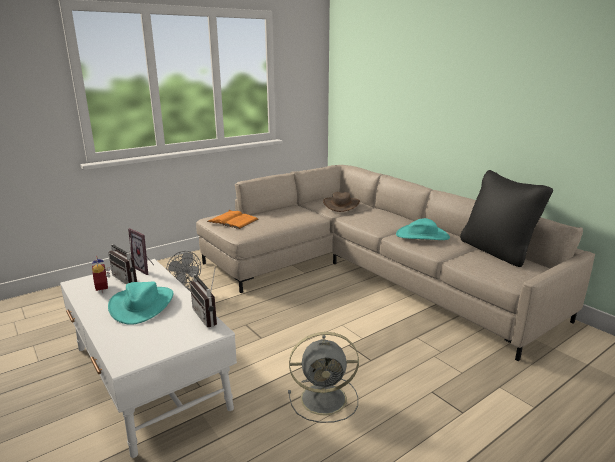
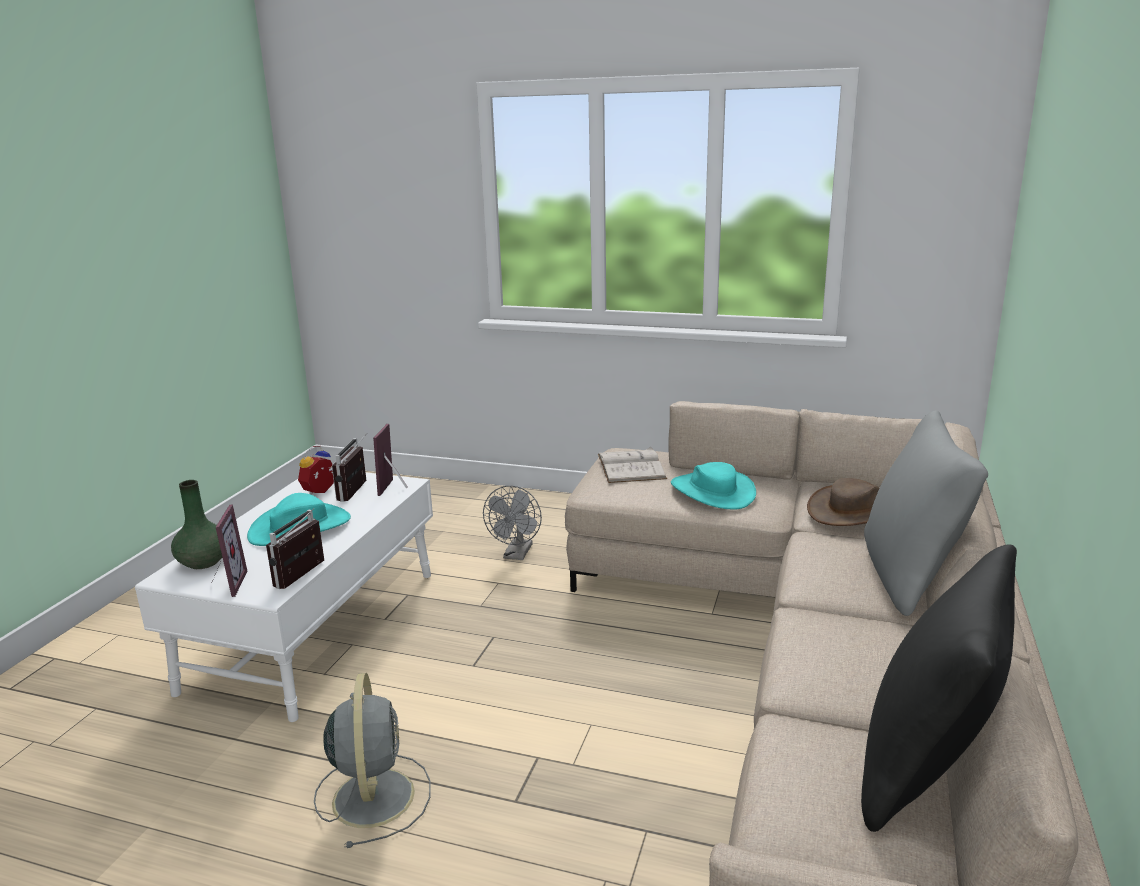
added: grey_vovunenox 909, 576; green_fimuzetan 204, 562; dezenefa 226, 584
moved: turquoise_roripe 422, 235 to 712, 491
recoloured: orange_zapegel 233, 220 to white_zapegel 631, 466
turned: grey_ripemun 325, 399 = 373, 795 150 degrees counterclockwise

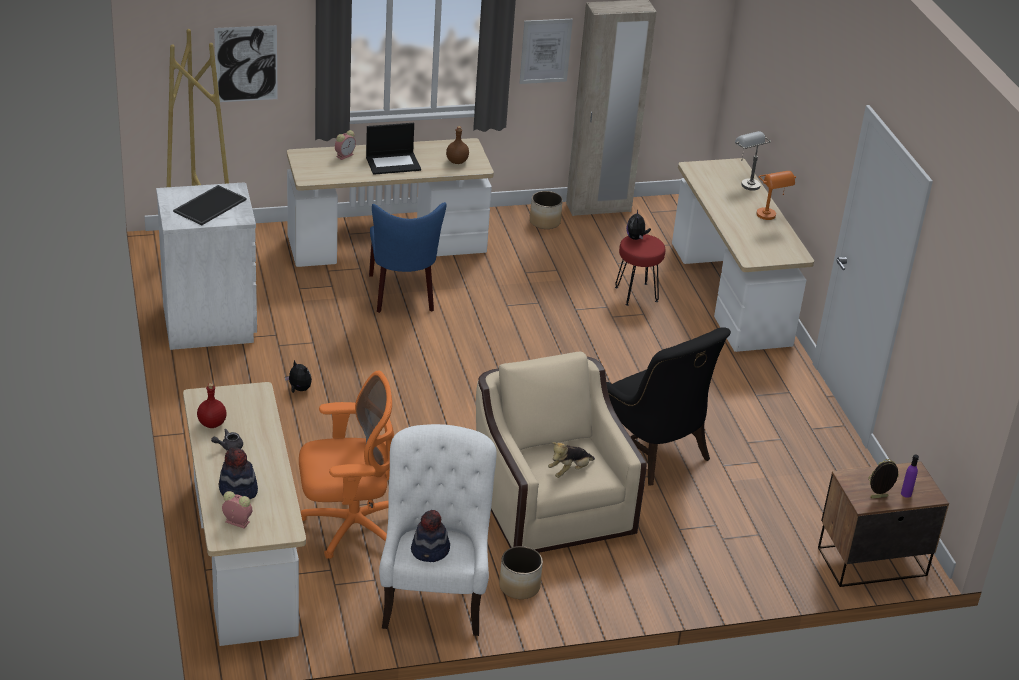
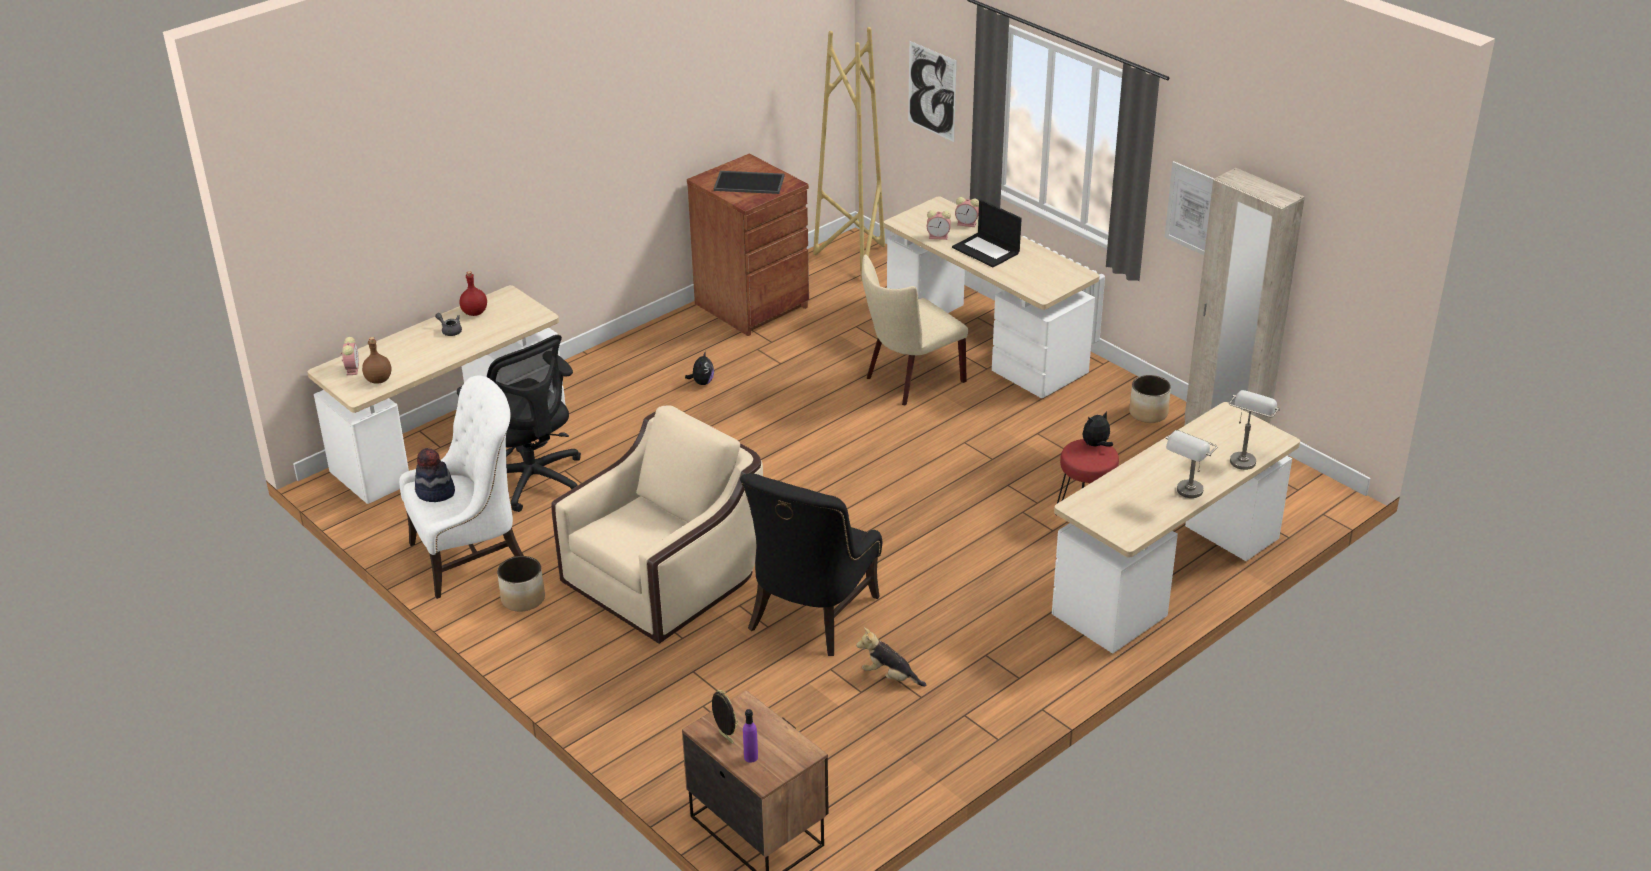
removed: roripe 238, 490
added: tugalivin 939, 236
moved: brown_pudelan 457, 161 to 379, 380; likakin 569, 471 to 889, 676
recoloured: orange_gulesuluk 770, 218 to grey_gulesuluk 1186, 495; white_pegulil 208, 323 to brown_pegulil 752, 305; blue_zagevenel 403, 295 to beige_zagevenel 909, 381; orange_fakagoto 346, 528 to black_fakagoto 528, 477

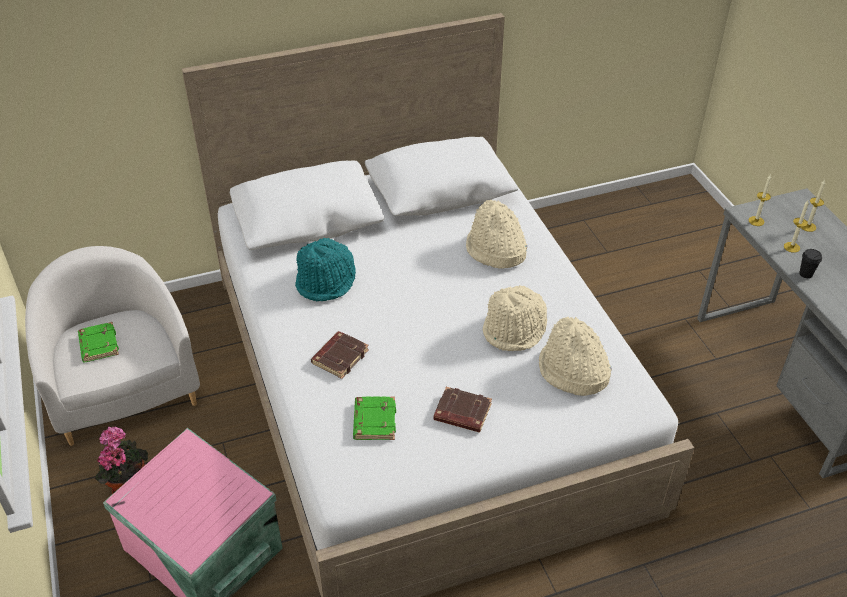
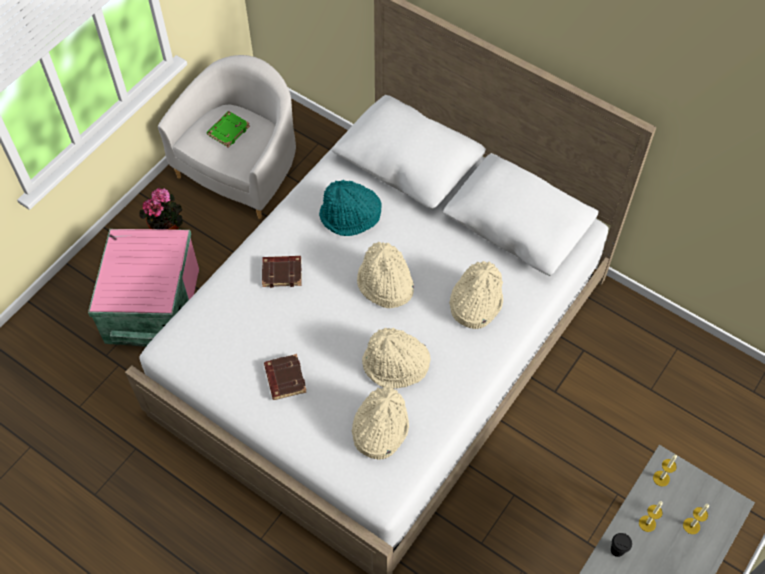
removed: green_zapegel 374, 421
added: beige_roripe 384, 284

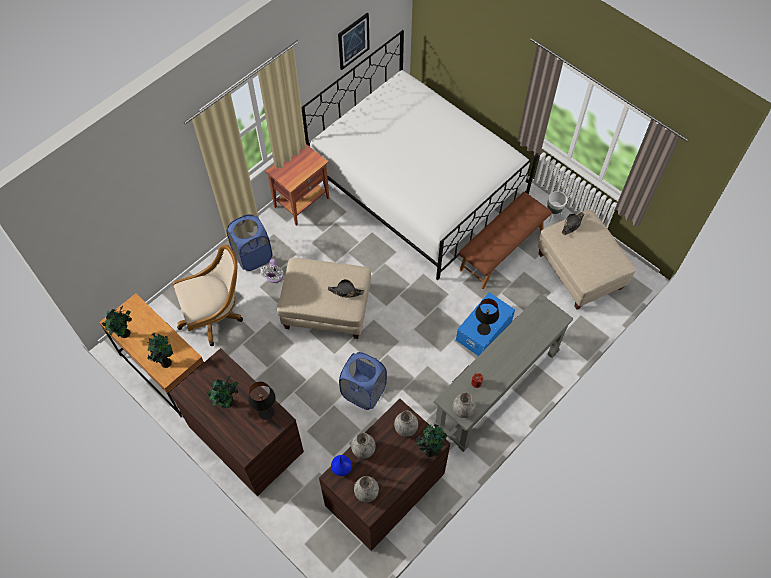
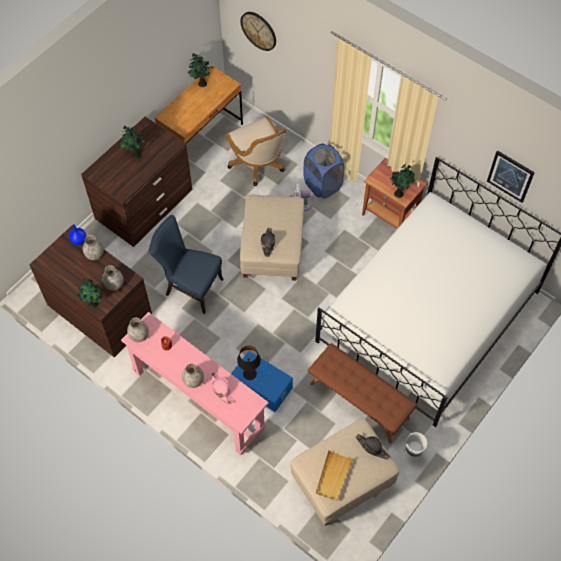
removed: black_gulesuluk 266, 412
added: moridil 259, 30; pink_roripe 221, 389; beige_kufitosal 333, 476
moved: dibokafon 165, 362 to 399, 193; grey_fimuzetan 366, 492 to 193, 380
replaced: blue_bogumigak 363, 392 to blue_zagevenel 190, 287
recoloured: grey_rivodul 496, 389 to pink_rivodul 198, 399

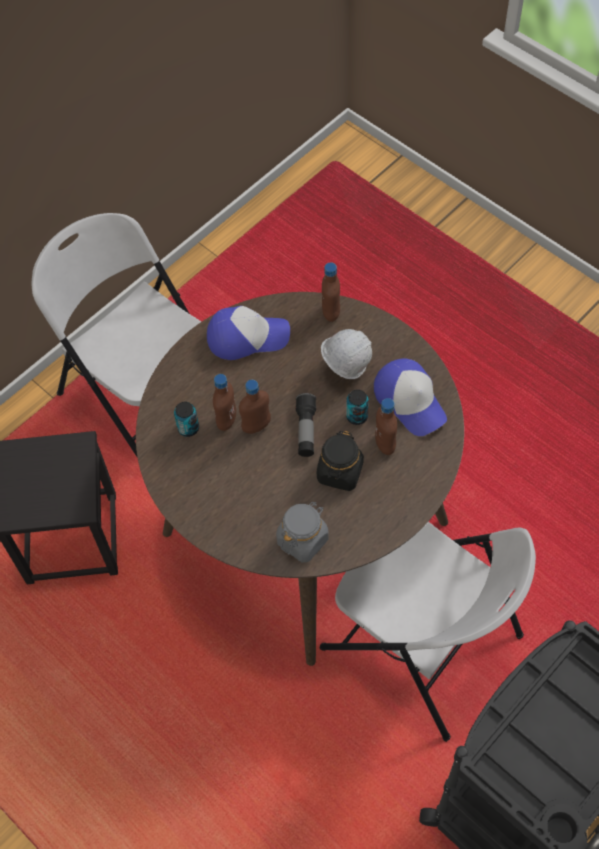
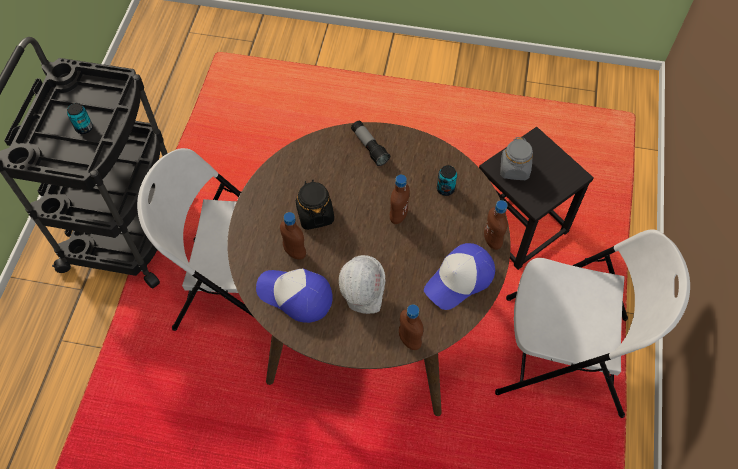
moved: brown_pudelan 226, 420 to 492, 240; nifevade 357, 416 to 84, 128; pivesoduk 306, 430 to 369, 147; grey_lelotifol 303, 540 to 514, 169

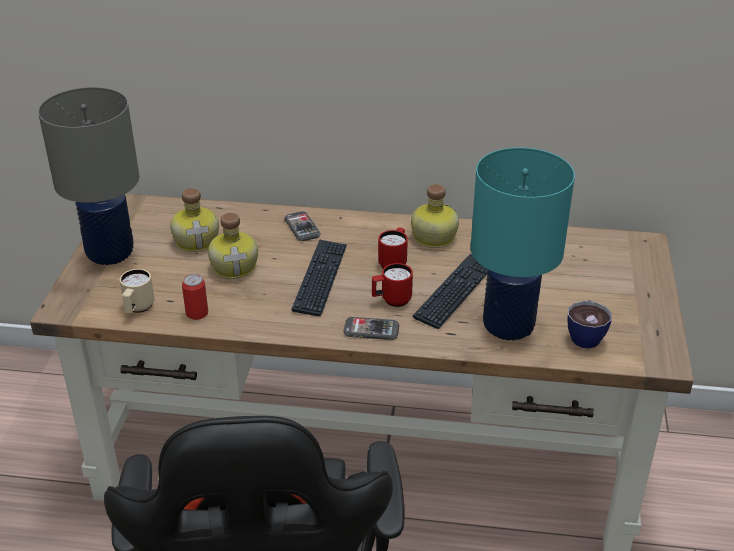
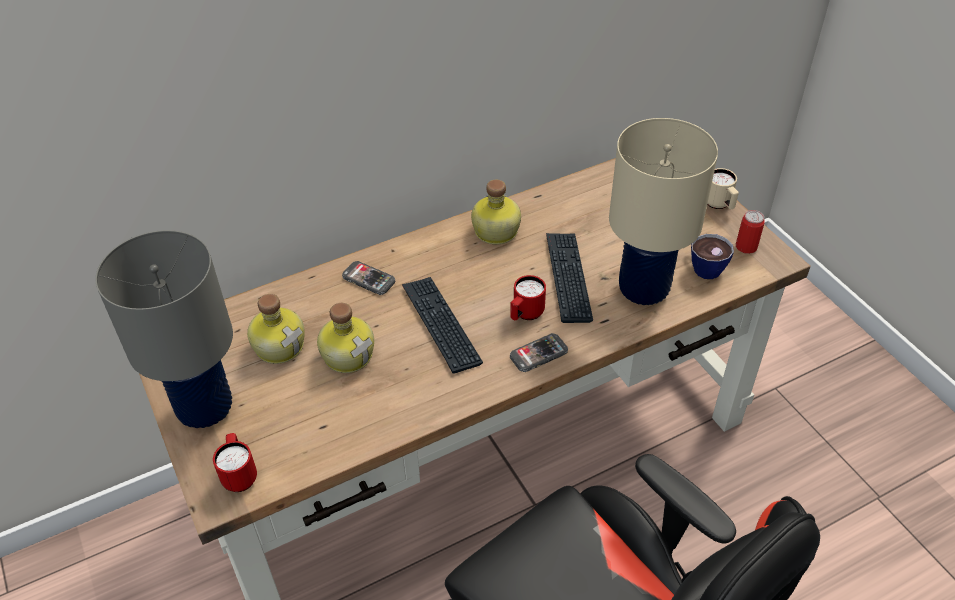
moved: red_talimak 394, 262 to 239, 474; beige_talimak 137, 309 to 719, 205; nifevade 197, 313 to 746, 247
recoloured: turquoise_gulesuluk 507, 329 to beige_gulesuluk 643, 292

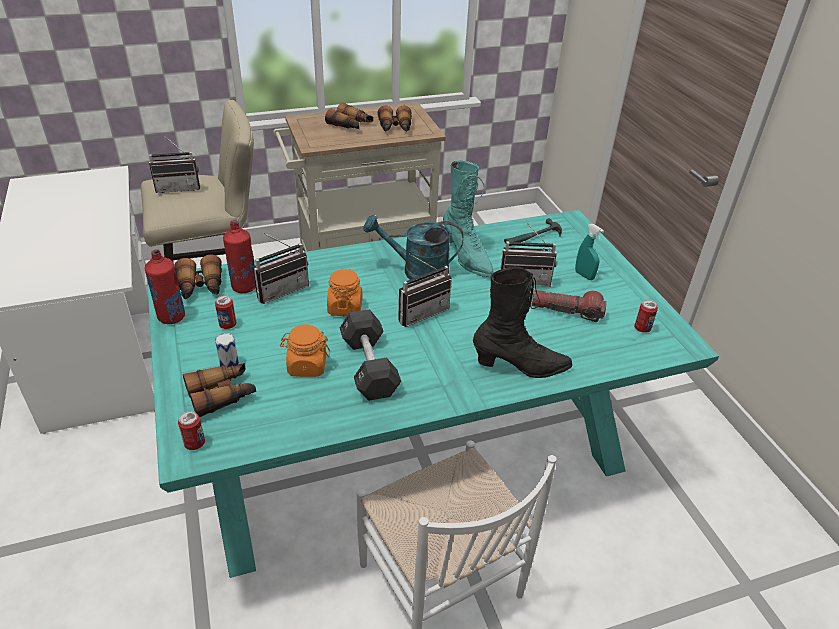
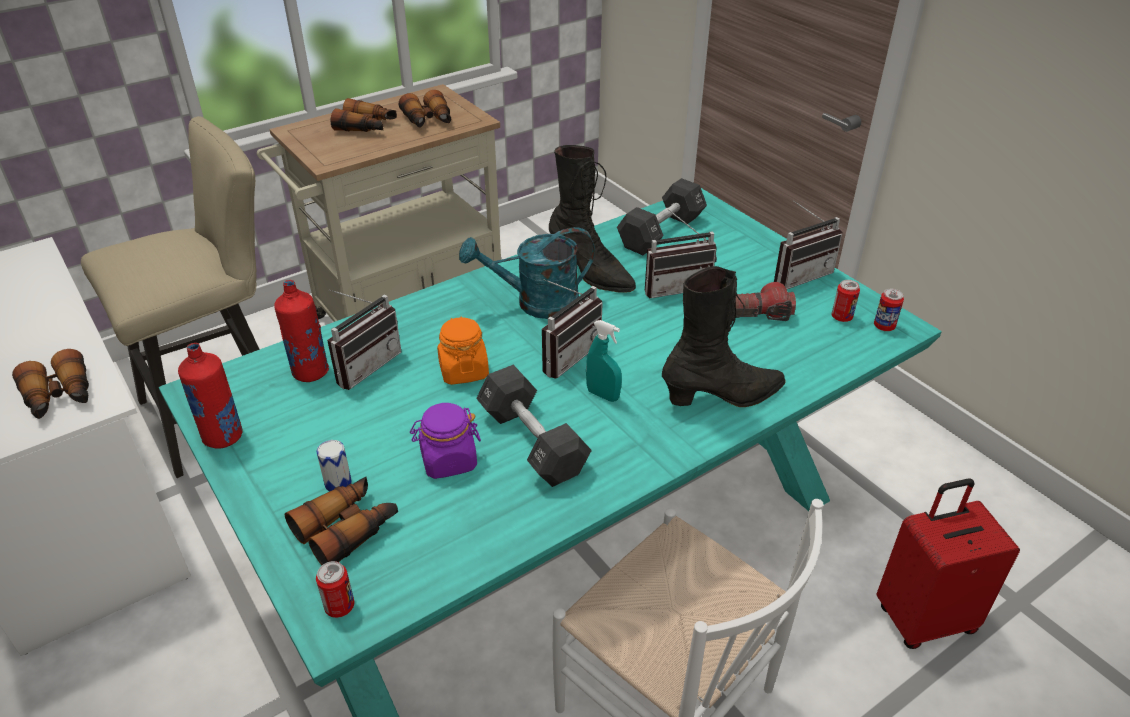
added: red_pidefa 923, 618
moved: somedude 179, 187 to 798, 275; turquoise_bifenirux 584, 275 to 603, 395; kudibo 201, 287 to 60, 397; nifevade 228, 325 to 884, 326
replaced: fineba 533, 238 to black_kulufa 661, 232
recoloured: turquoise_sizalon 466, 257 to black_sizalon 590, 272; orange_lelotifol 307, 366 to purple_lelotifol 448, 460

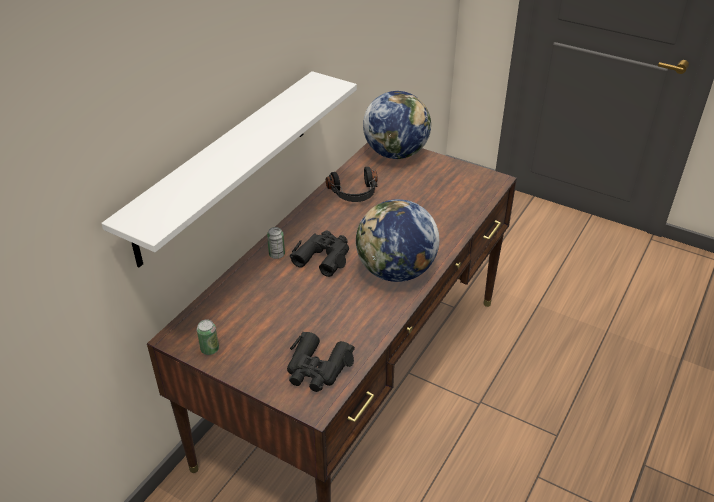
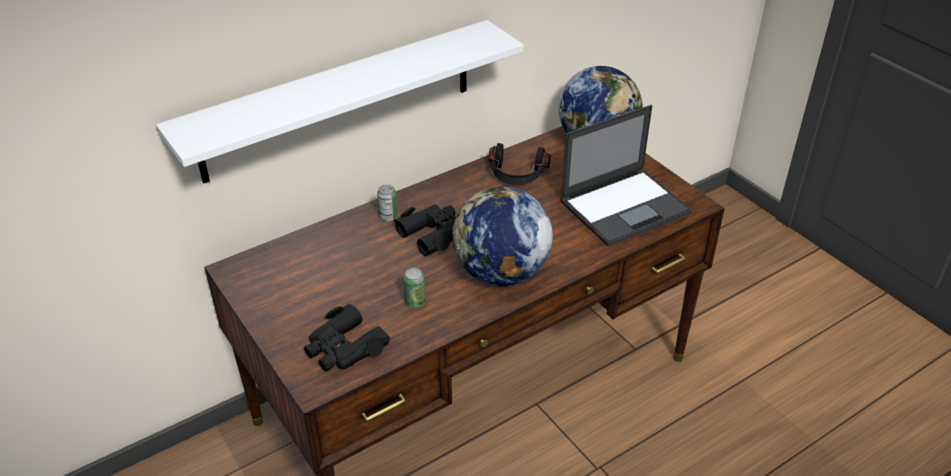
added: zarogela 625, 206
moved: nifevade 210, 349 to 415, 302

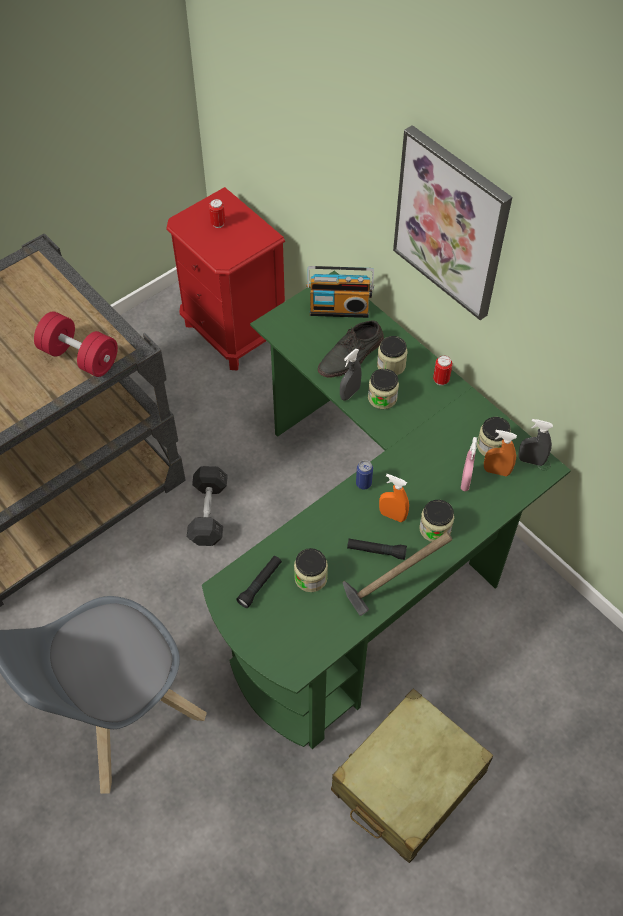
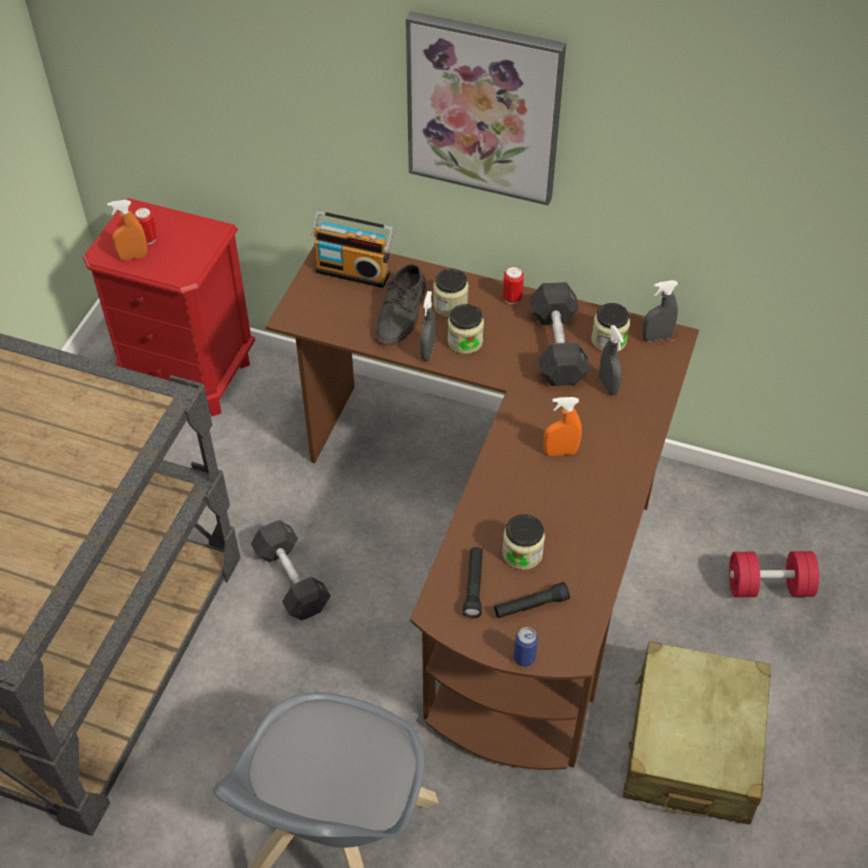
removed: lelotifol 435, 529; fineba 391, 587
added: grey_kulufa 557, 347
moved: red_kulufa 79, 357 to 768, 586; orange_bifenirux 496, 471 to 133, 256; nifevade 363, 483 to 524, 658; black_pivesoduk 376, 551 to 531, 606
recoloured: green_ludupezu 369, 556 to brown_ludupezu 498, 539; pink_bifenirux 465, 481 to grey_bifenirux 608, 385
turned: somedude 339, 308 = 354, 271 45 degrees clockwise

